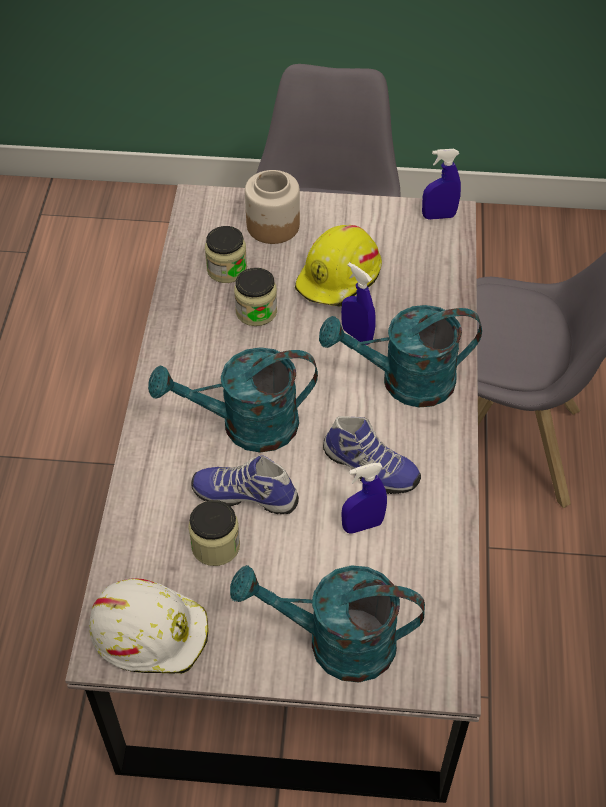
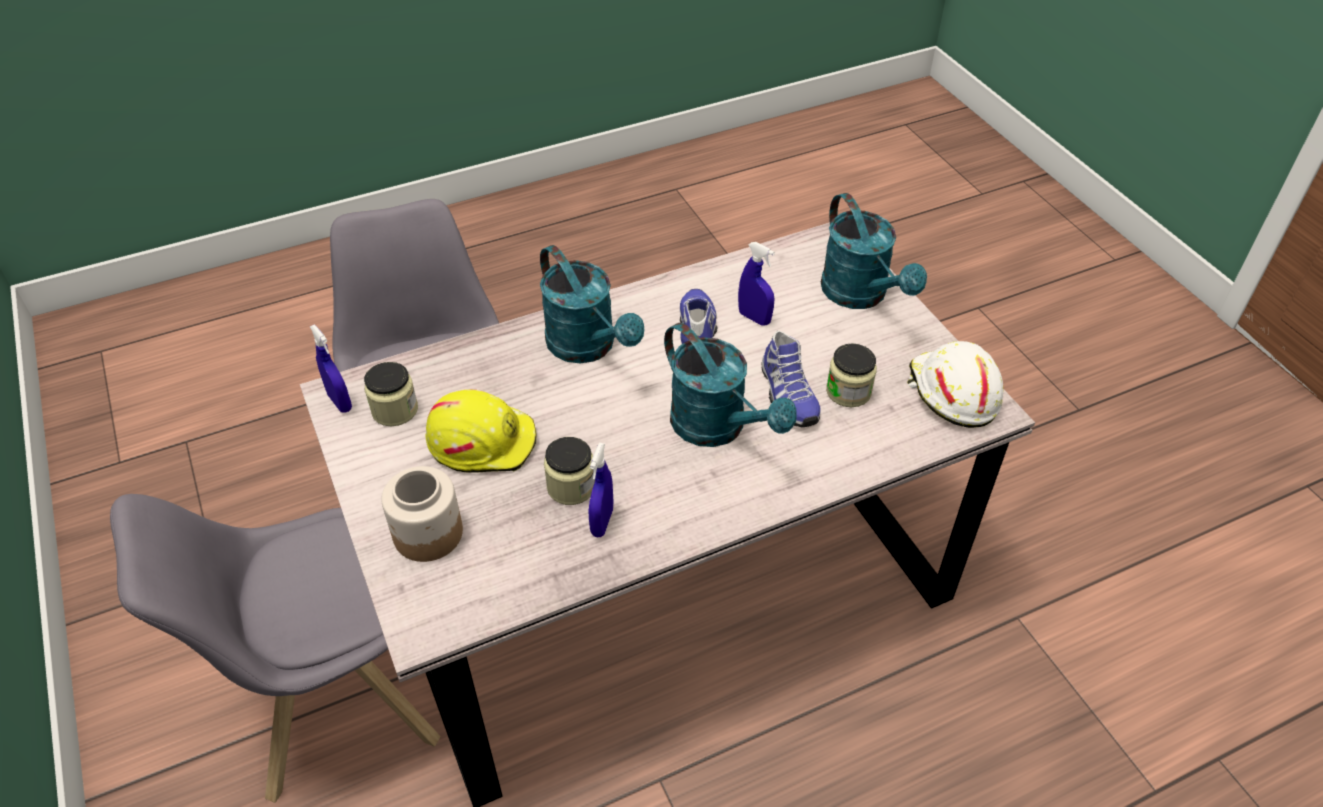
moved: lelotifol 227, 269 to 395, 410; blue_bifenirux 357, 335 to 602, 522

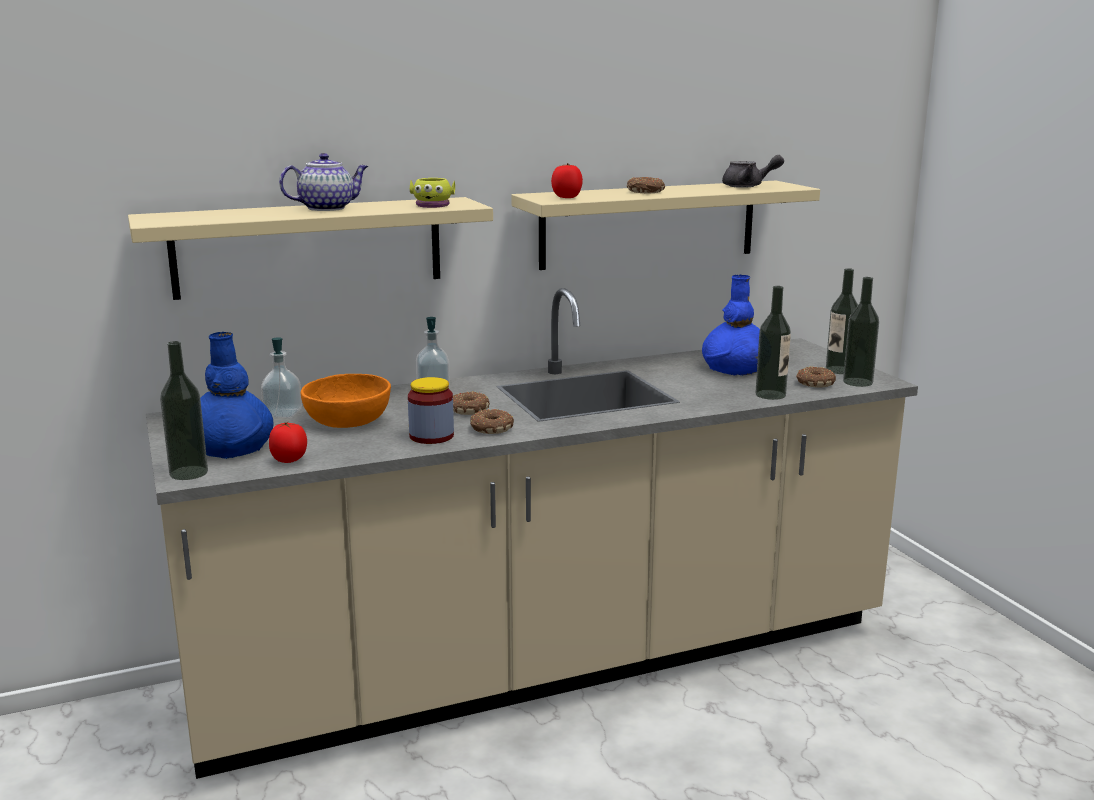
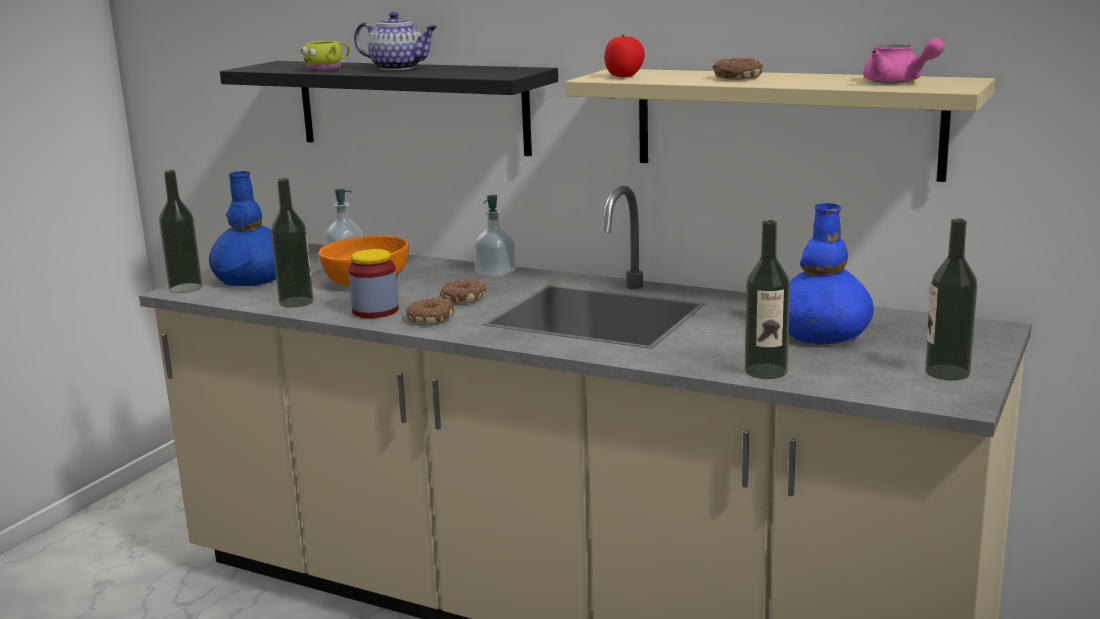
removed: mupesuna 814, 383; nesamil 289, 461
moved: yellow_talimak 433, 205 to 327, 69; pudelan 857, 382 to 296, 302
recoloured: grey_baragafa 748, 186 to pink_baragafa 898, 82; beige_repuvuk 309, 247 to black_repuvuk 411, 106

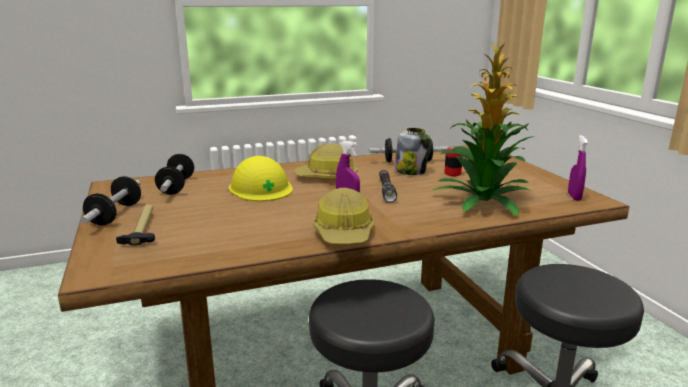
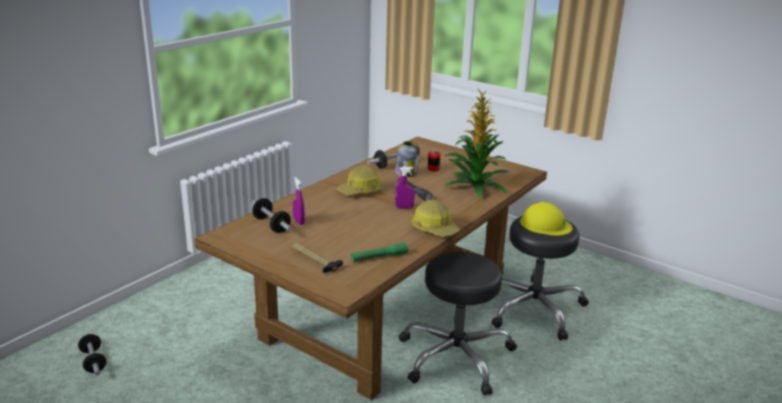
added: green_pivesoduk 379, 257
moved: purple_bifenirux 574, 197 to 299, 222; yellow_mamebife 261, 188 to 545, 224; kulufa 115, 214 to 93, 361

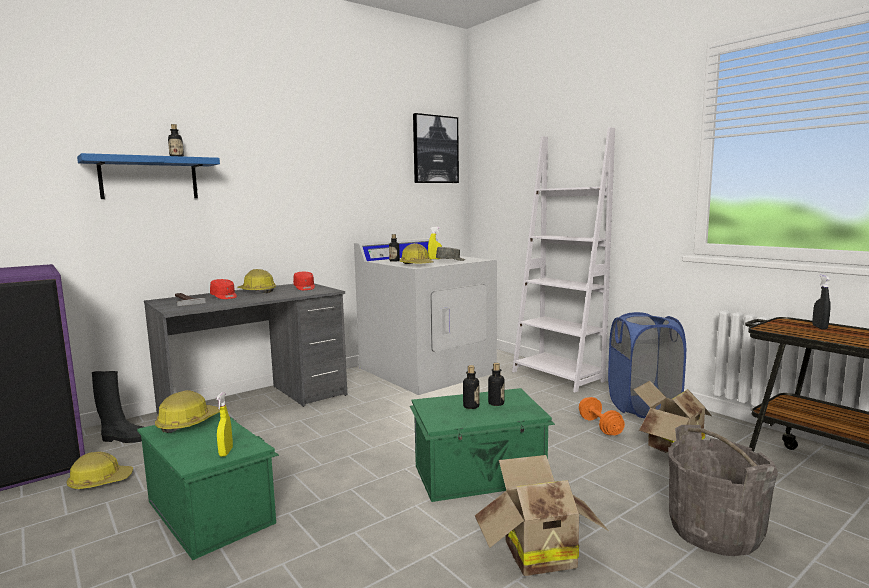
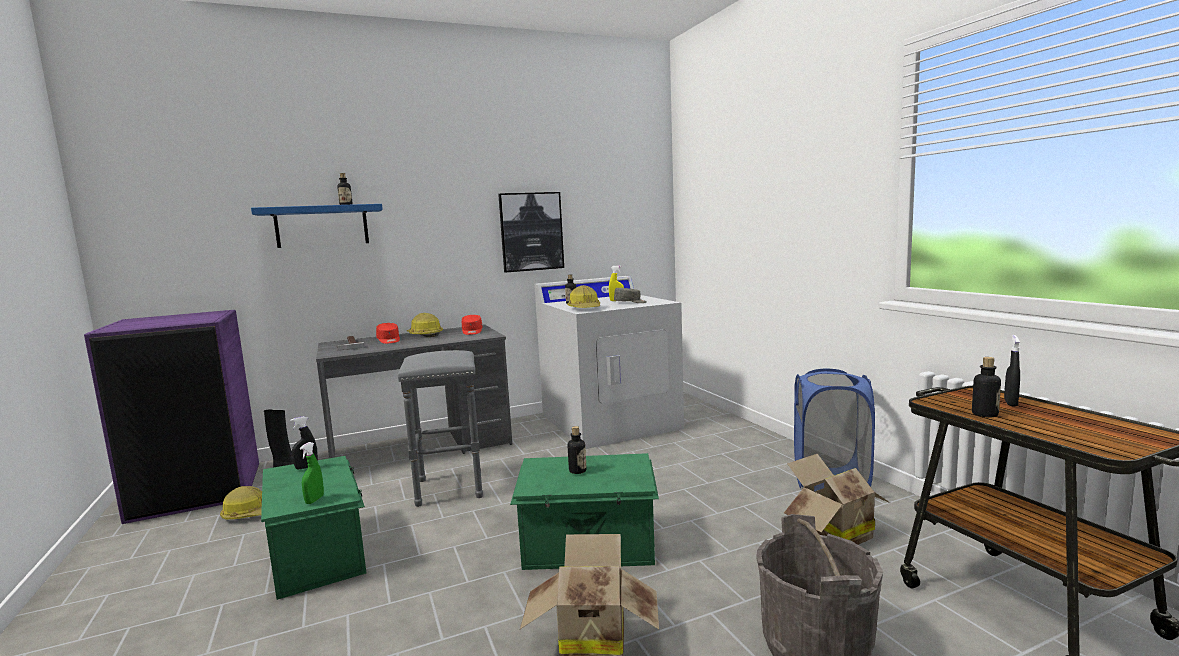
removed: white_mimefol 557, 376; orange_kulufa 600, 427
added: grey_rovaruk 448, 489
moved: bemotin 435, 149 to 531, 231; pudelan 496, 403 to 984, 414
replaced: mamebife 188, 423 to black_bifenirux 306, 467
recoloured: yellow_bifenirux 226, 452 to green_bifenirux 314, 500

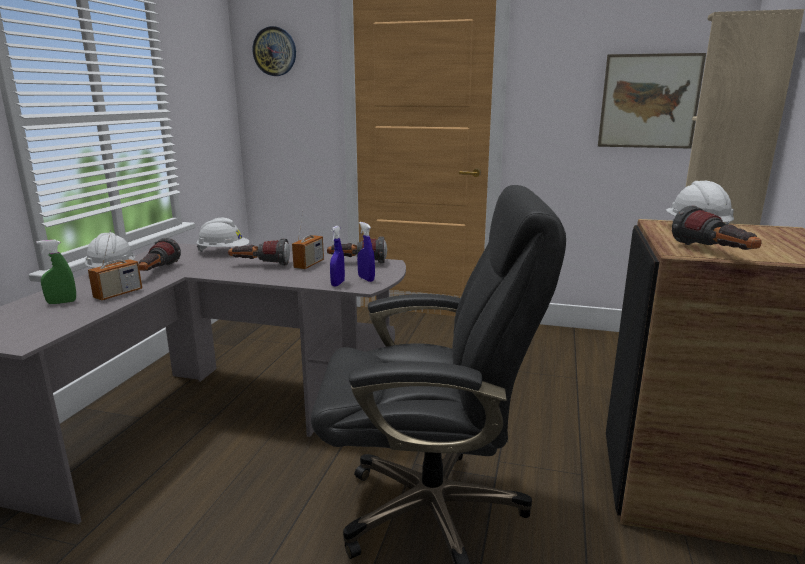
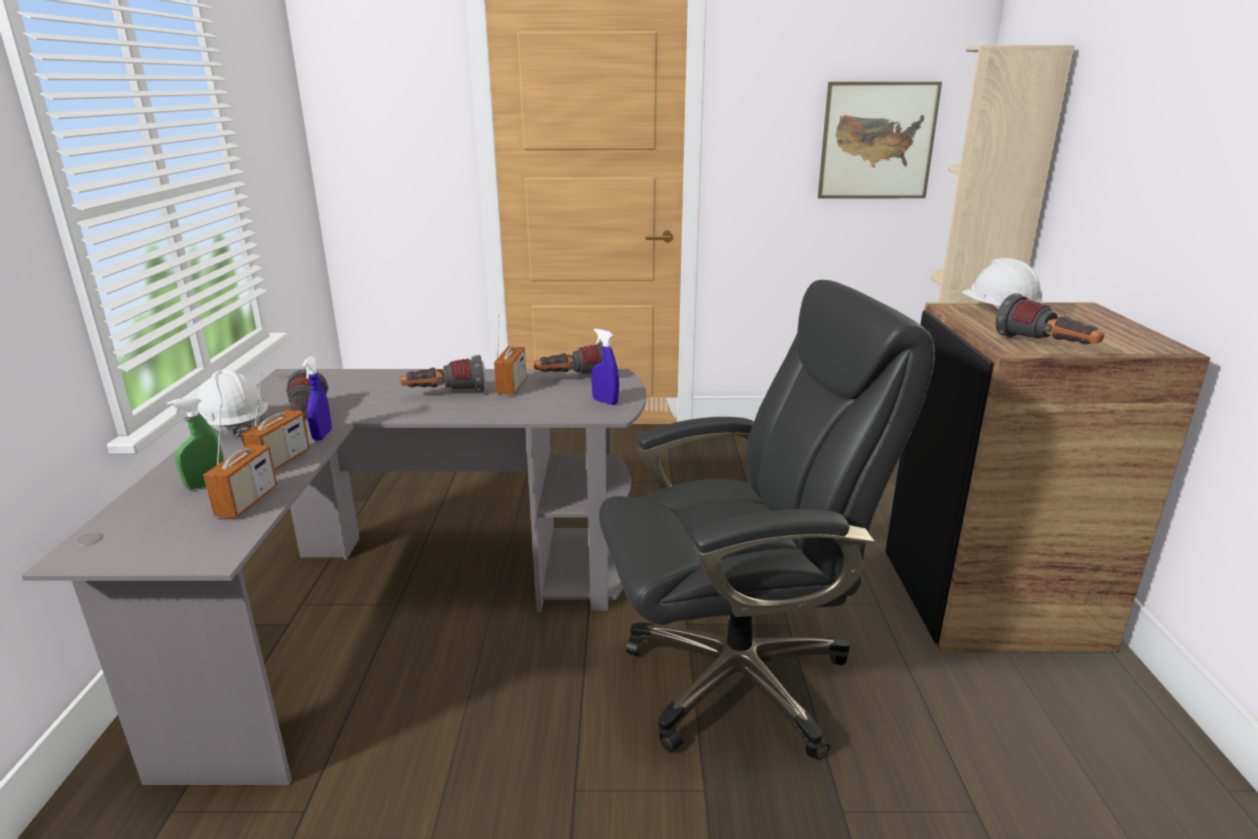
removed: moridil 275, 51; white_mamebife 224, 252
added: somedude 247, 502
moved: blue_bifenirux 337, 284 to 322, 435

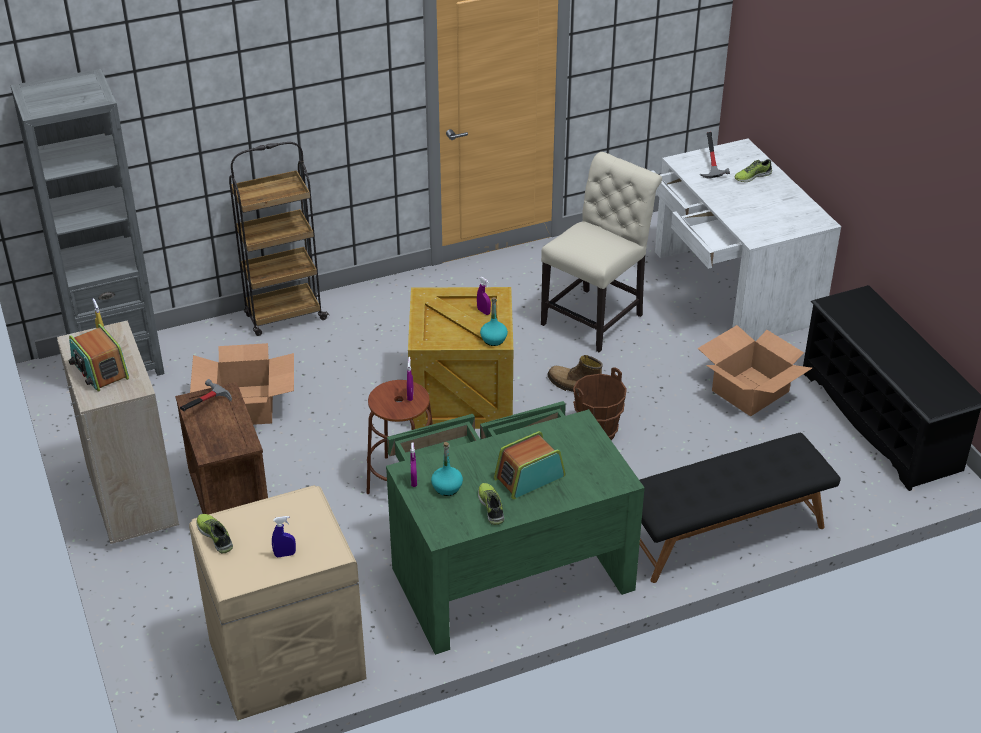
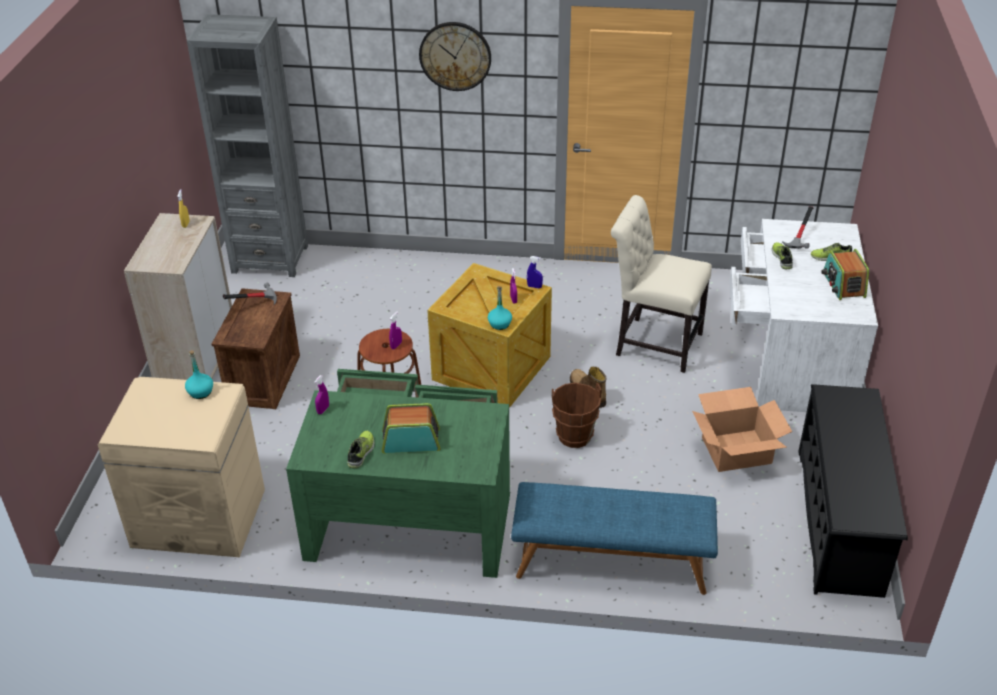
removed: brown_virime 285, 317; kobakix 247, 405
added: moridil 455, 56
moved: somedude 99, 370 to 843, 285; turquoise_pudelan 447, 488 to 201, 392; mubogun 216, 536 to 782, 258; blue_bifenirux 285, 554 to 534, 286
recoloured: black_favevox 724, 534 to blue_favevox 611, 562
turned: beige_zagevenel 597, 317 = 653, 343 135 degrees counterclockwise

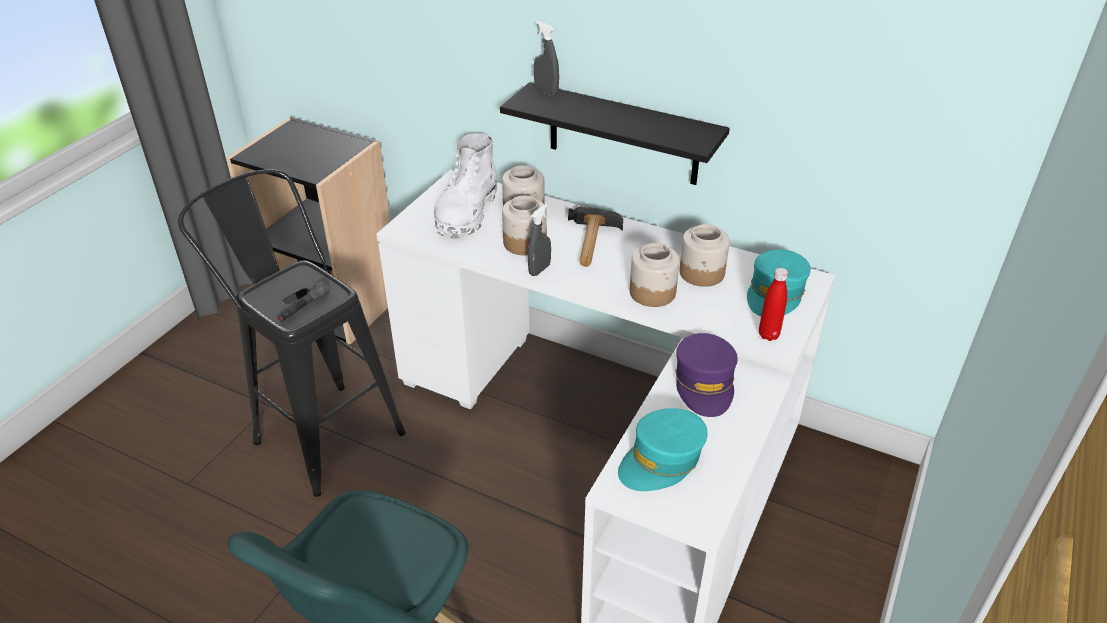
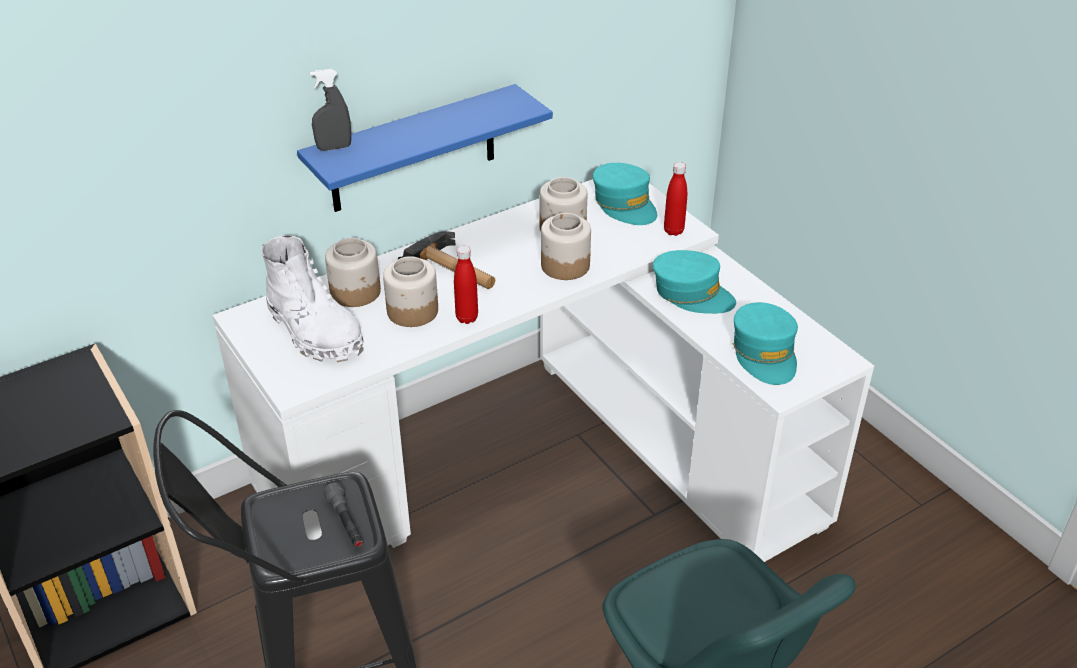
replaced: grey_bifenirux 539, 270 to red_pudelan 467, 318
recoloured: black_repuvuk 623, 135 to blue_repuvuk 413, 150; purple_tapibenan 704, 384 to turquoise_tapibenan 692, 293

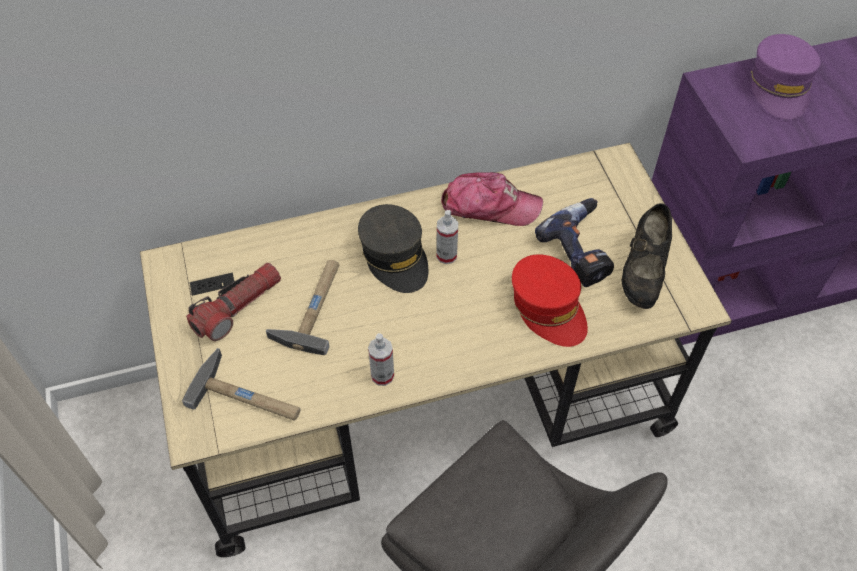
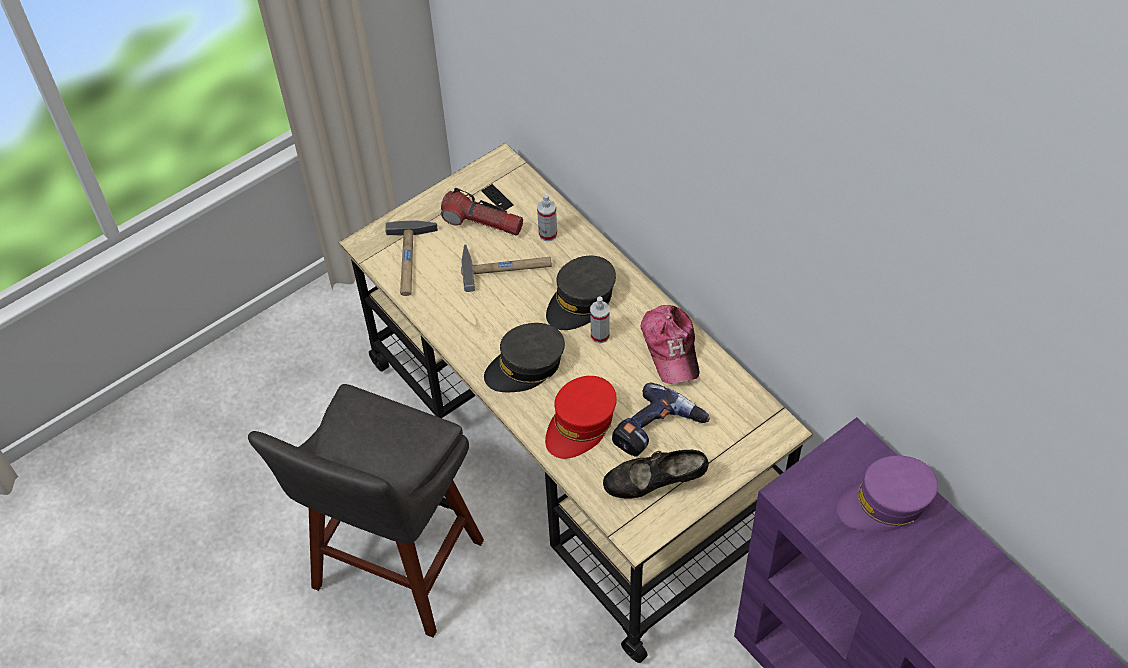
added: grey_tapibenan 526, 366
moved: bifenirux 382, 375 to 548, 234

